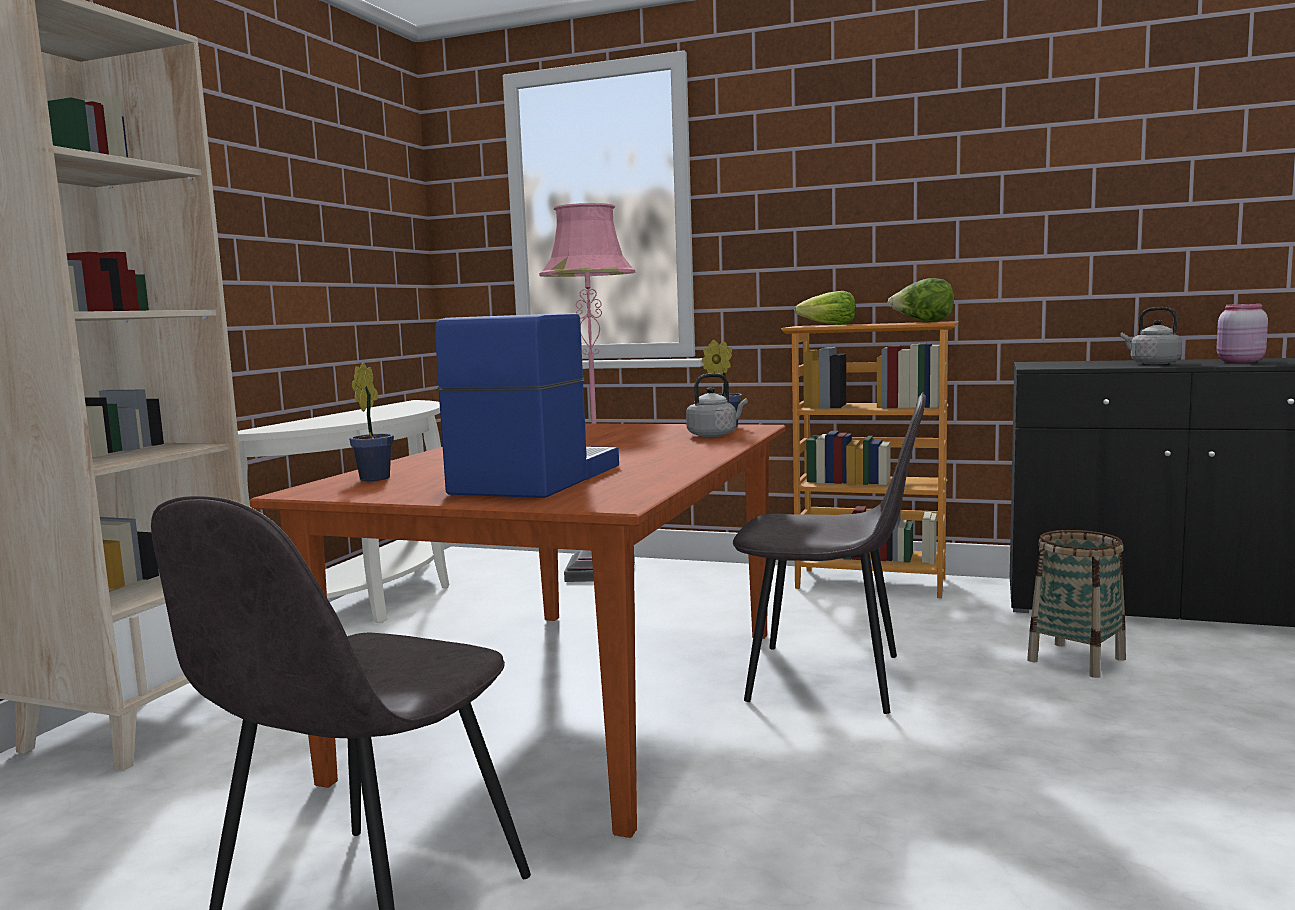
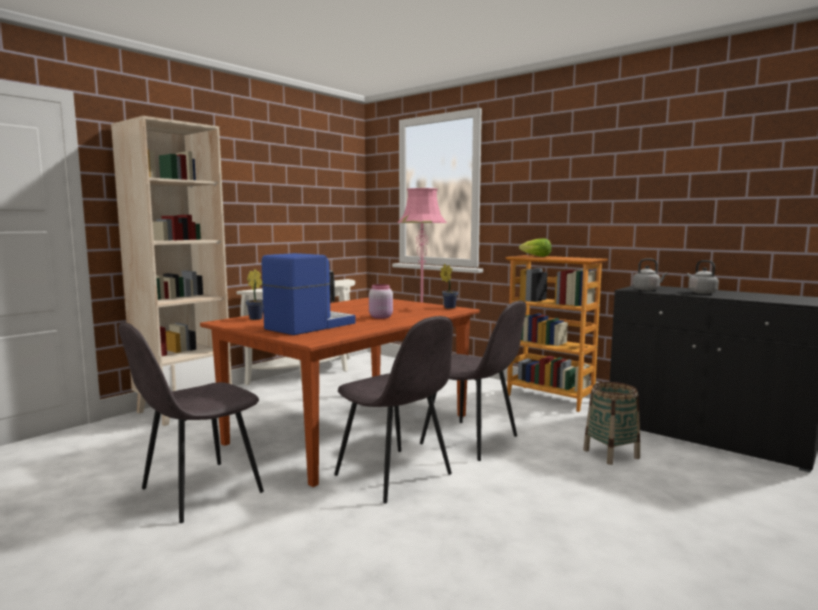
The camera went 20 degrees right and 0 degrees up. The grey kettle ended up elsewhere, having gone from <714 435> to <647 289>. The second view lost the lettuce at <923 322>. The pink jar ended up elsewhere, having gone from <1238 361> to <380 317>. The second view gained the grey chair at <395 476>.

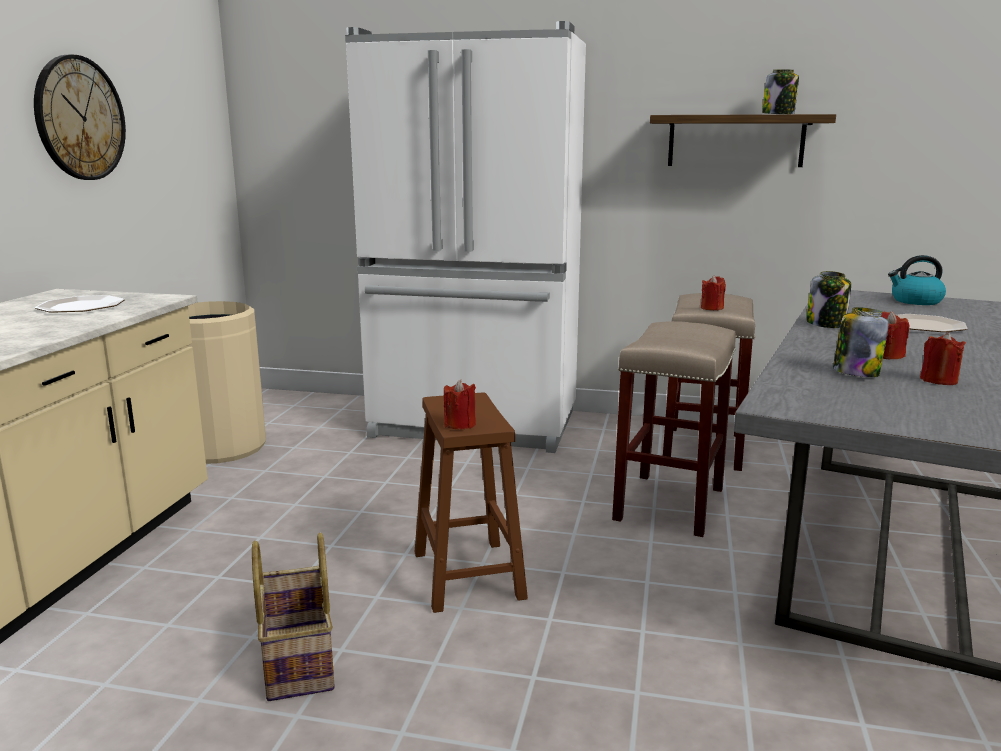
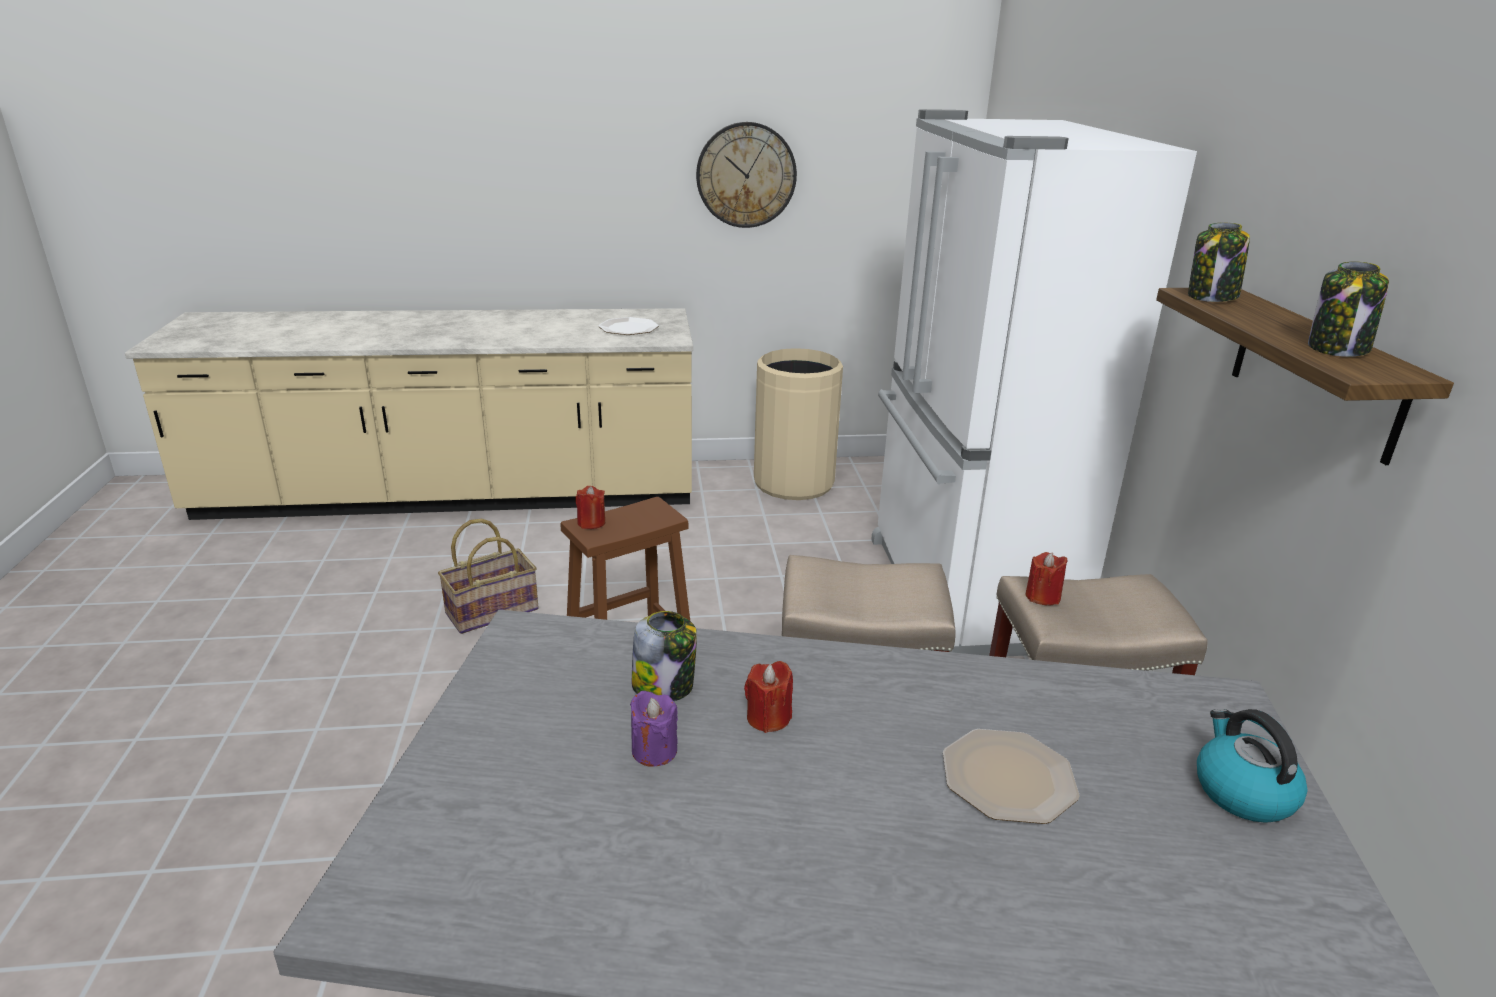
The camera went 70 degrees right and 10 degrees up. The jar ended up elsewhere, having gone from <826 324> to <1212 297>. What was the red candle at <938 380> turned into the purple candle at <654 750>.

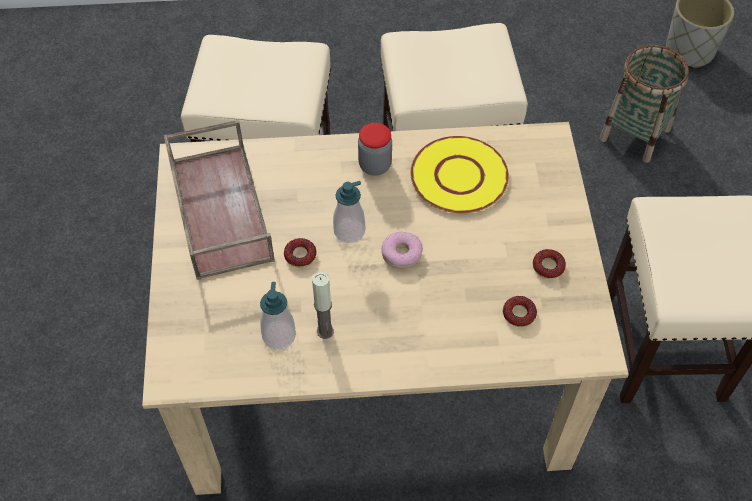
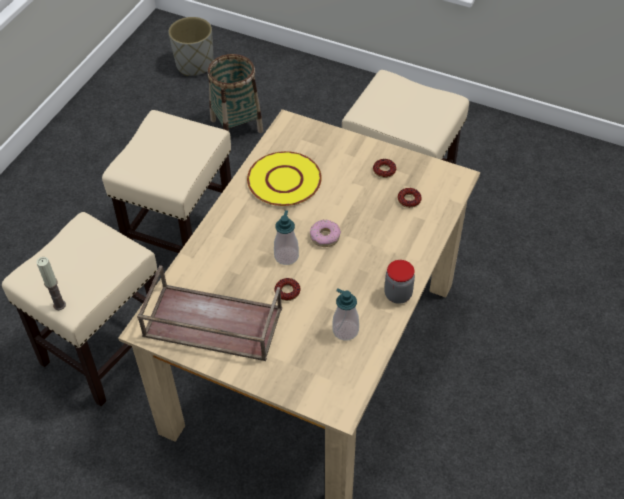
The camera went 60 degrees left and 5 degrees down. The candle ended up elsewhere, having gone from <325 331> to <59 305>. The jar ended up elsewhere, having gone from <375 165> to <398 294>.

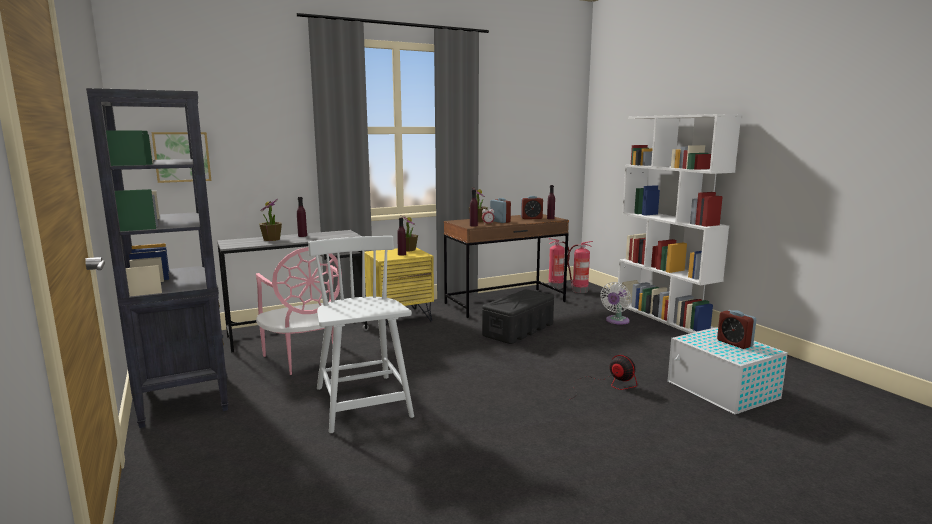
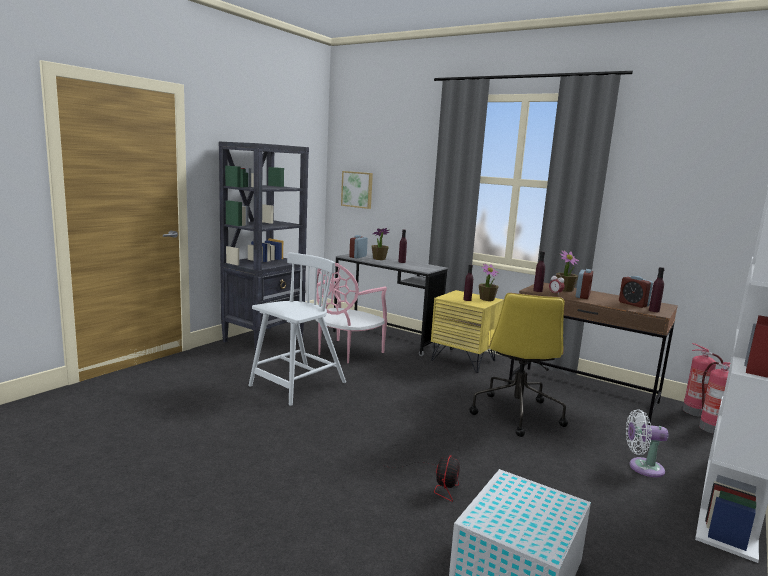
The camera went 60 degrees right and 0 degrees up. Where the black storage box stood at <518 330>, the yellow office chair came to stand at <516 413>. The alarm clock ended up elsewhere, having gone from <734 343> to <358 257>.

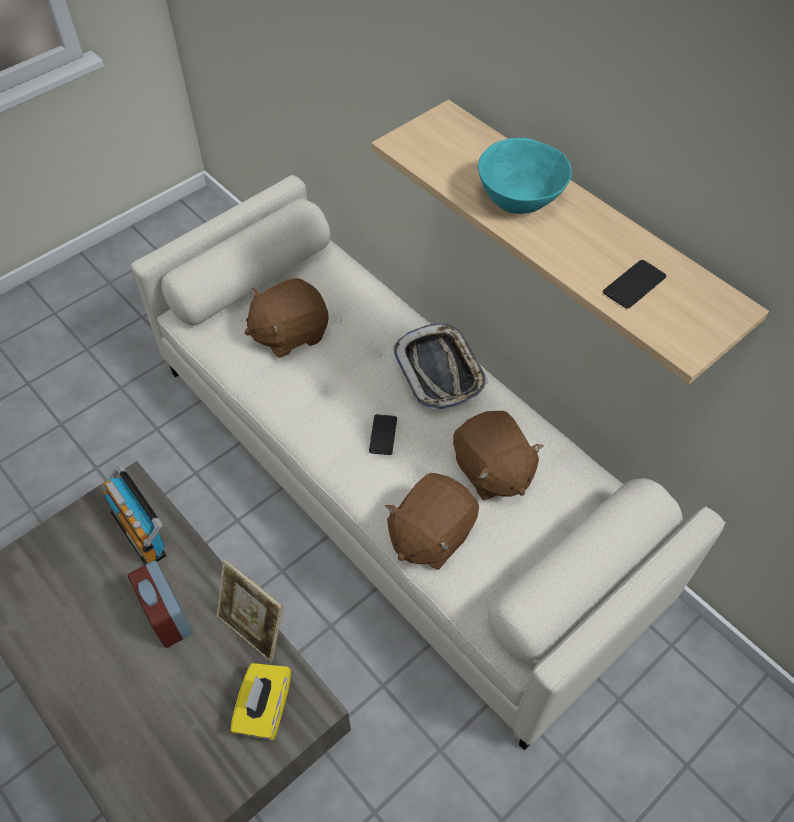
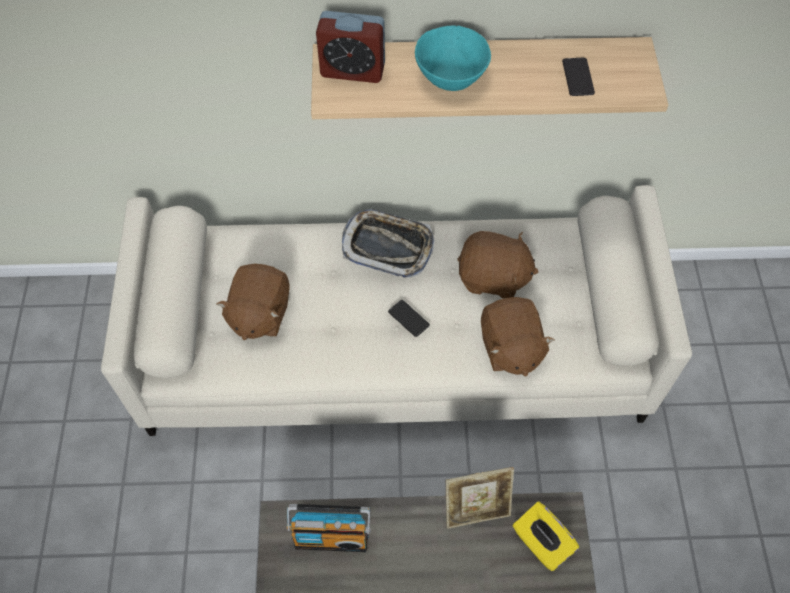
The camera went 50 degrees left and 5 degrees up. The alarm clock ended up elsewhere, having gone from <167 616> to <352 70>.

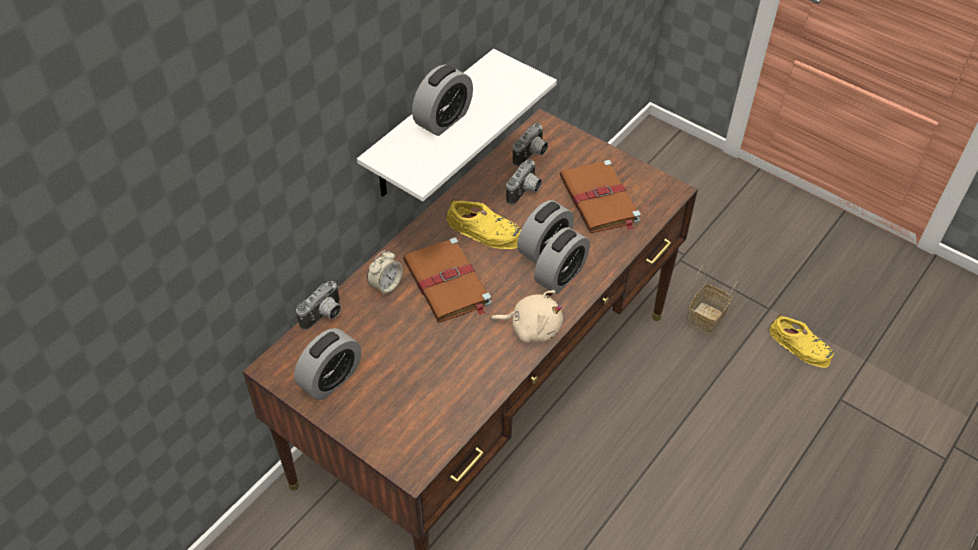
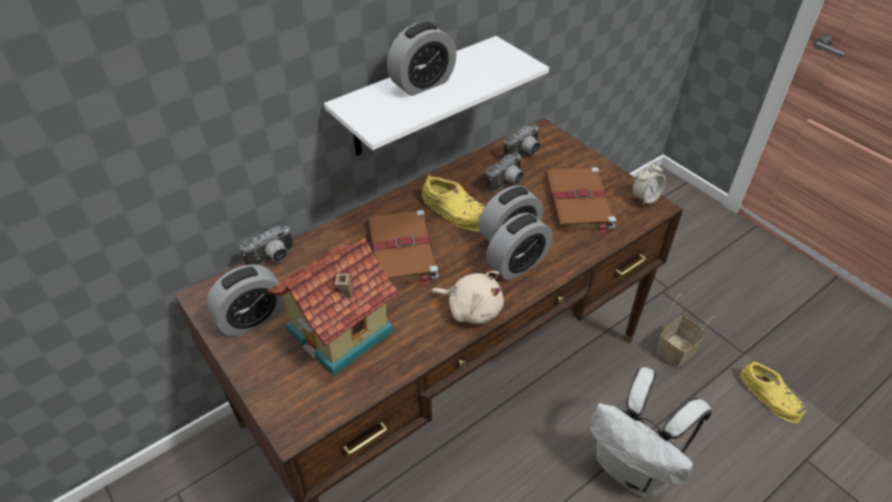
The camera went 15 degrees right and 5 degrees down. The alarm clock ended up elsewhere, having gone from <386 285> to <645 198>. The second view gained the toy house at <342 332>. The second view gained the white backpack at <633 469>.

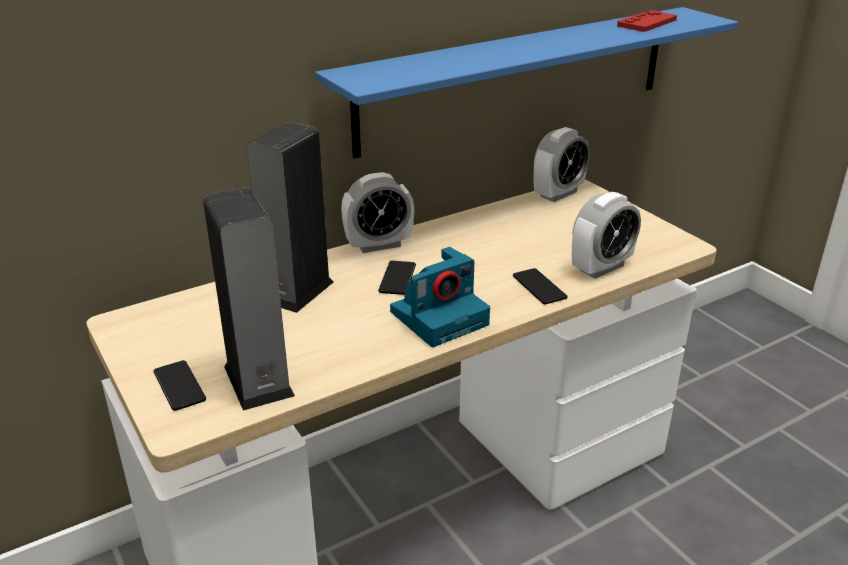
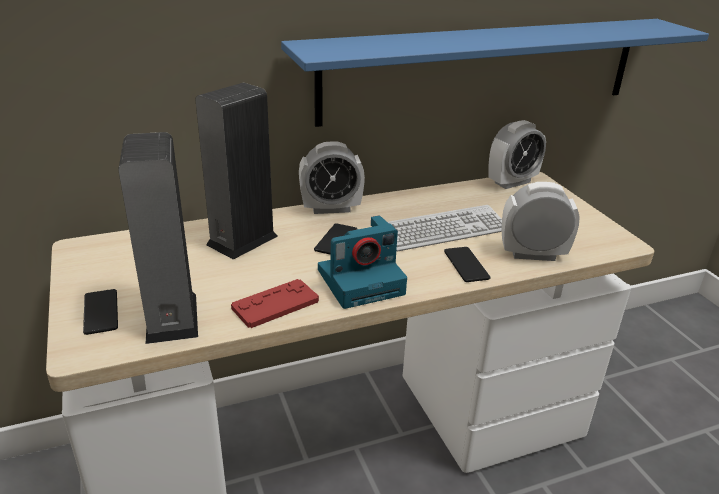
The camera went 10 degrees right and 0 degrees up. The alarm clock at <601 268> ended up facing another way, 150 degrees counterclockwise from before. The red game controller ended up elsewhere, having gone from <647 23> to <275 304>. The second view gained the keyboard at <444 230>.

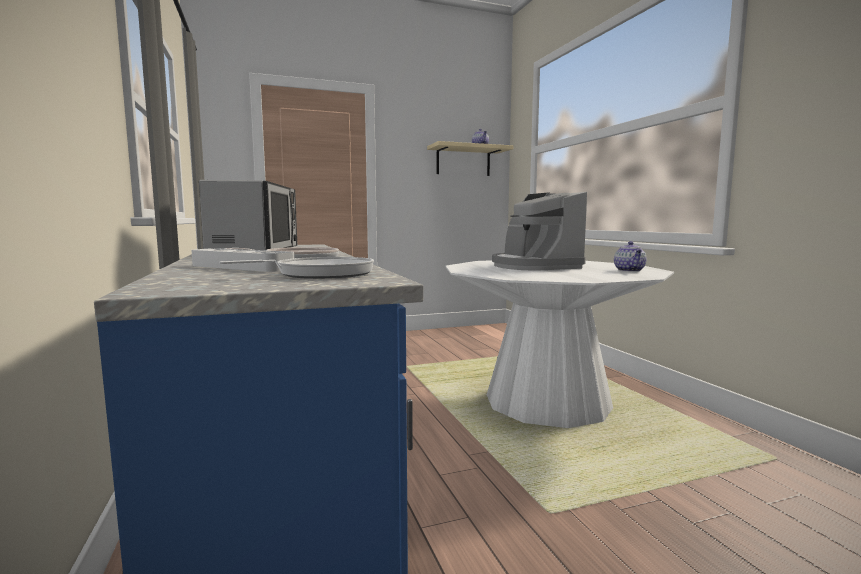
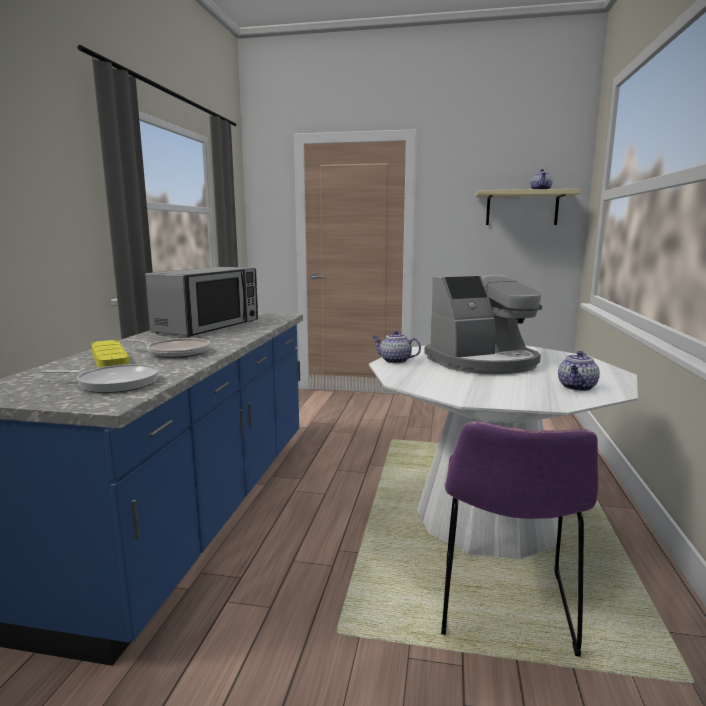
The camera went 30 degrees right and 5 degrees up. What was the grey tray at <241 267> turned into the yellow tray at <110 361>. The coffee machine at <533 266> ended up facing another way, 120 degrees counterclockwise from before. The second view gained the teapot at <394 361>. The second view gained the purple chair at <505 608>.

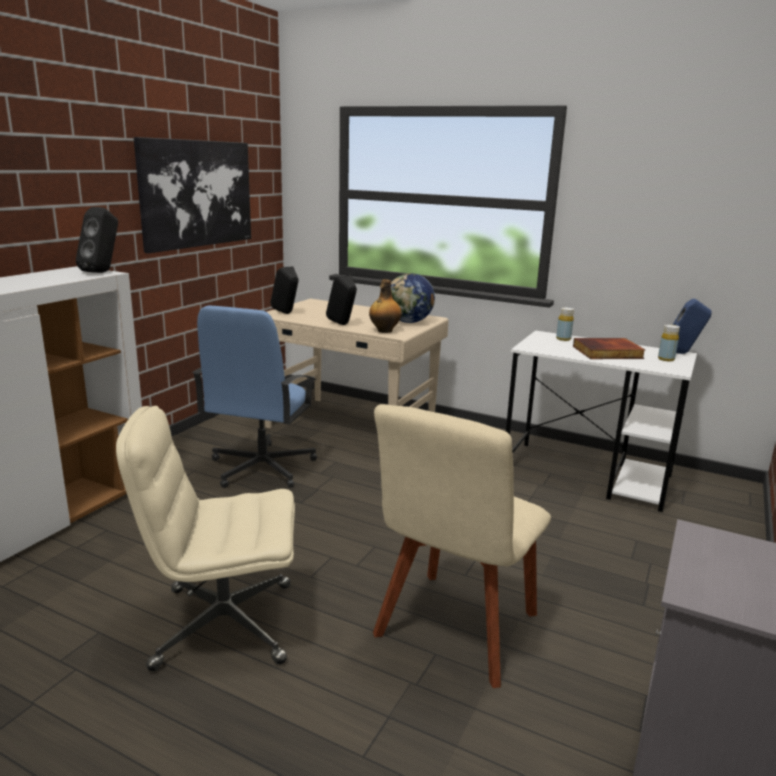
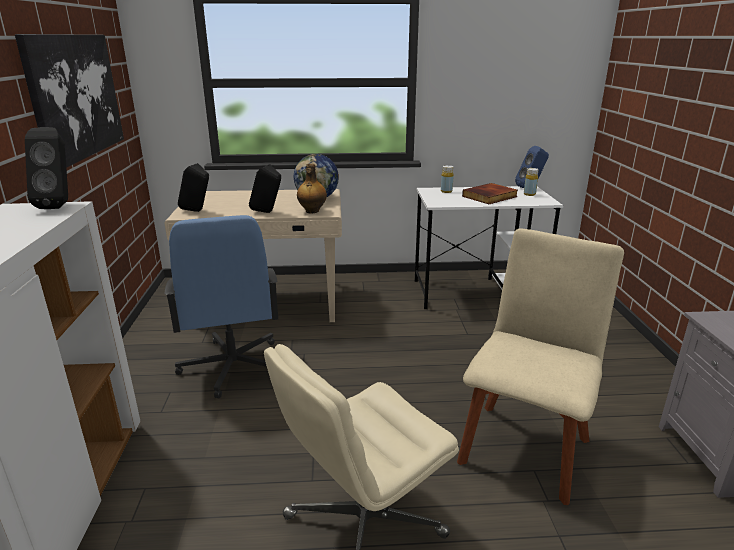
The camera went 30 degrees left and 5 degrees up. The beige chair at <454 630> ended up facing another way, 150 degrees counterclockwise from before.

